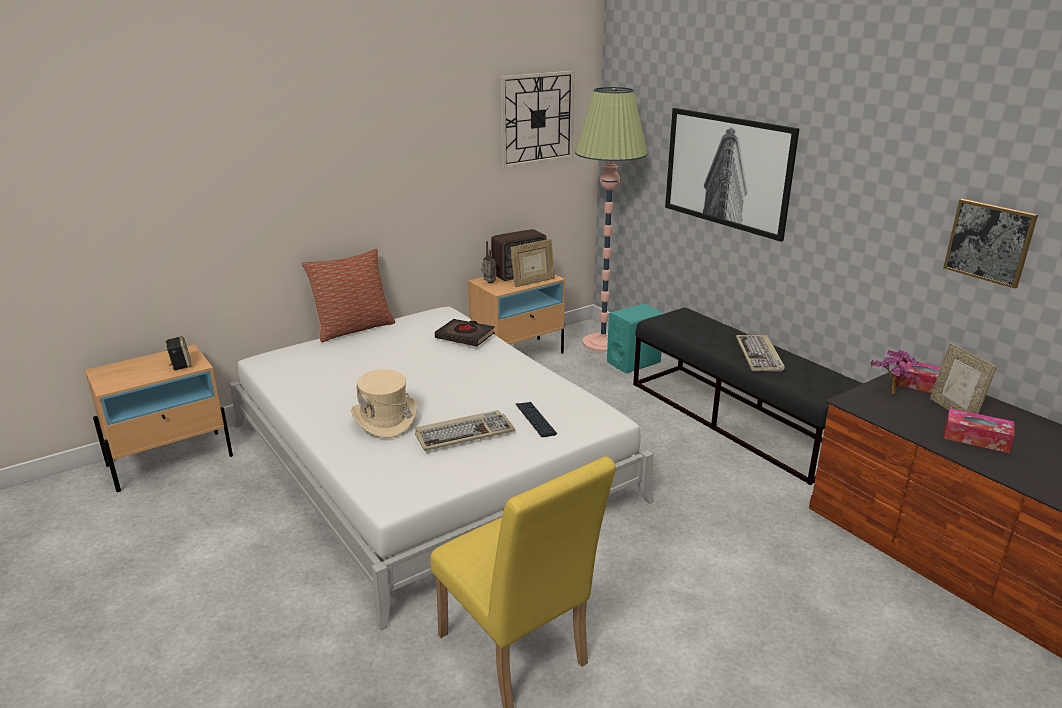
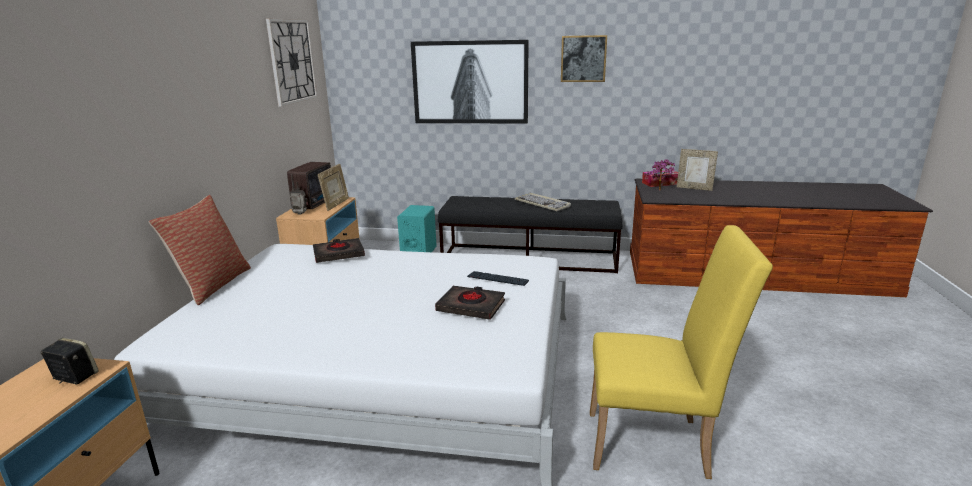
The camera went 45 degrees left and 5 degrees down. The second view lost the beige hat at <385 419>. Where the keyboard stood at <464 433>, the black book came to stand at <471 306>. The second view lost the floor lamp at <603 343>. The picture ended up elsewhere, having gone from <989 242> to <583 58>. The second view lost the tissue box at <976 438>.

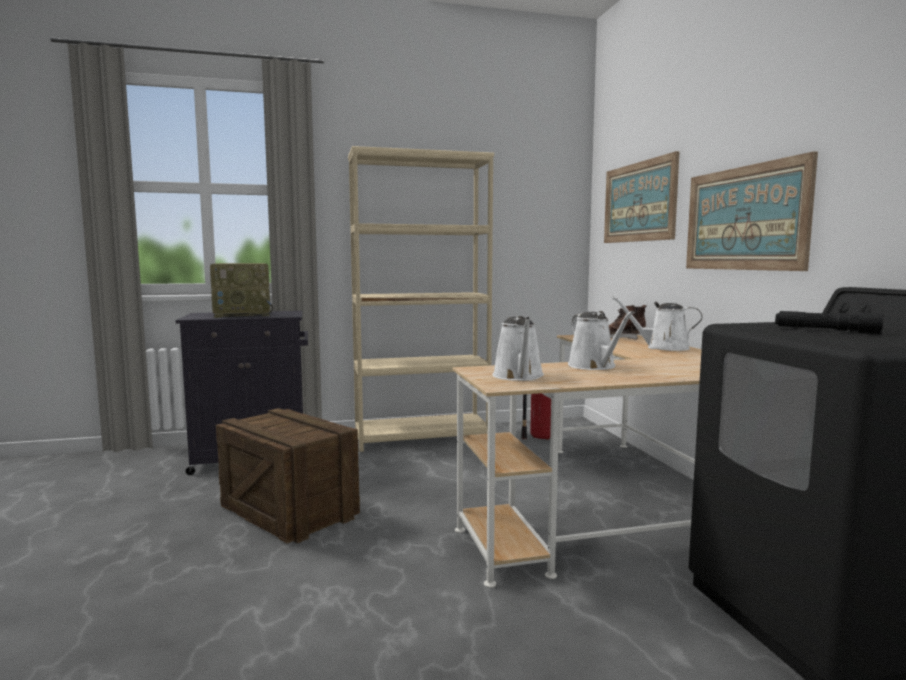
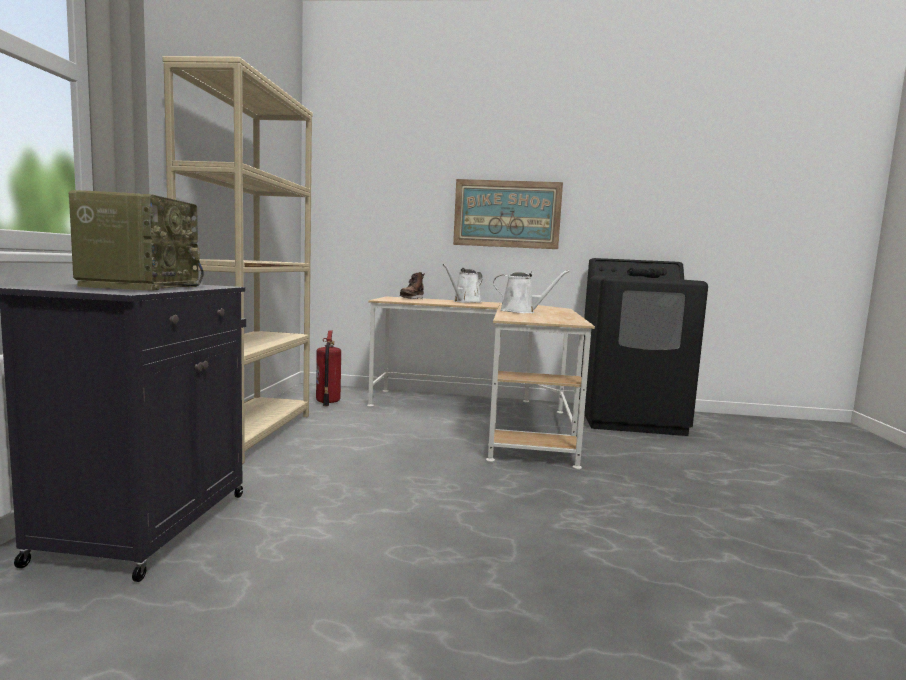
The camera went 70 degrees left and 0 degrees up. The second view lost the crate at <290 511>. The second view lost the white watering can at <519 376>. The second view lost the picture at <639 202>.

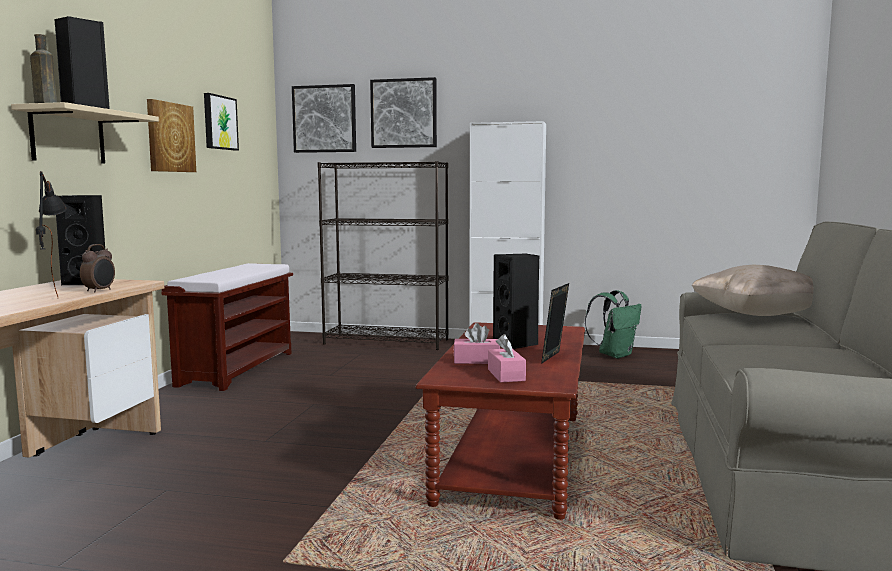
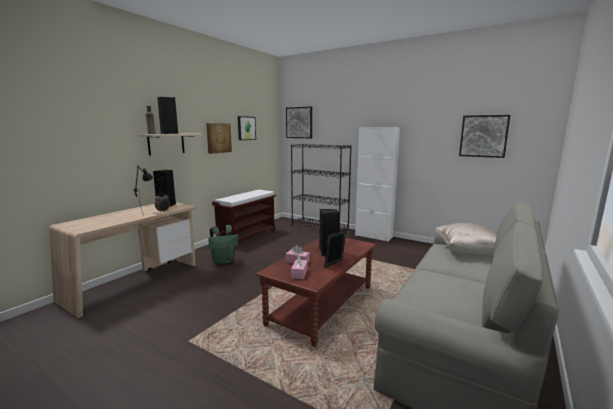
The camera went 20 degrees right and 5 degrees up. The picture ended up elsewhere, having gone from <404 113> to <483 136>. The green backpack ended up elsewhere, having gone from <614 355> to <224 261>.

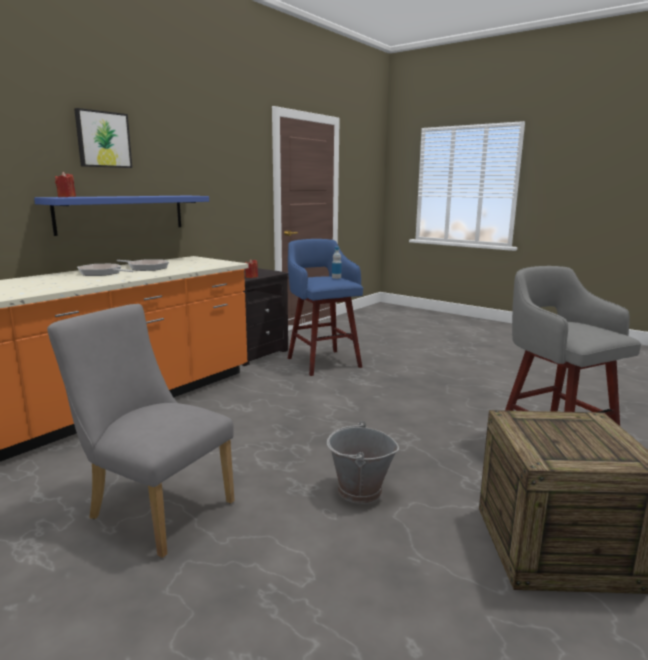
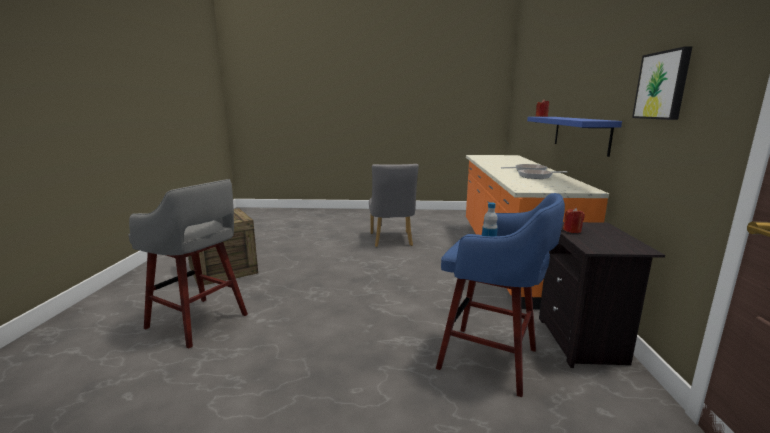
The camera went 145 degrees right and 0 degrees up. The grey chair at <154 508> ended up facing another way, 90 degrees clockwise from before. The picture ended up elsewhere, having gone from <103 139> to <662 85>. The second view lost the grey bucket at <359 491>.

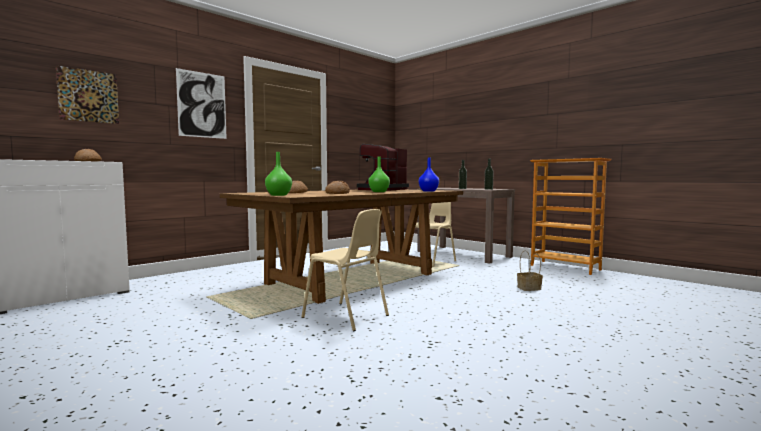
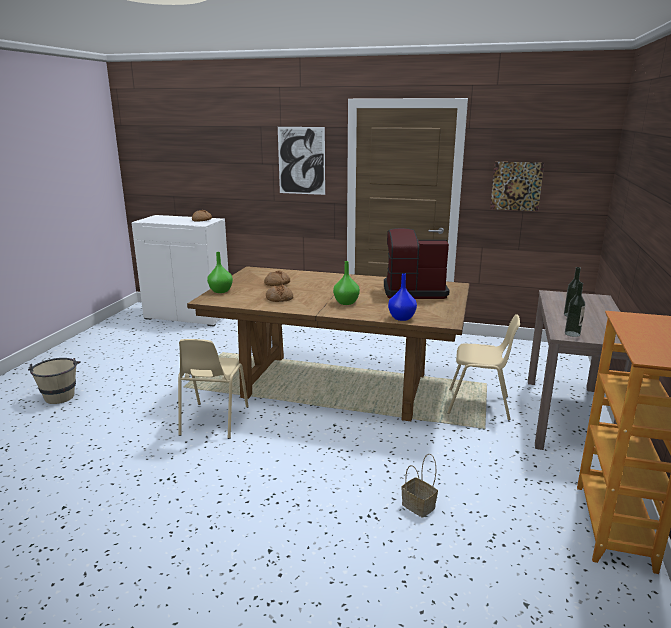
The camera went 60 degrees right and 15 degrees up. The picture ended up elsewhere, having gone from <88 96> to <516 186>. The second view gained the beige bucket at <59 394>.

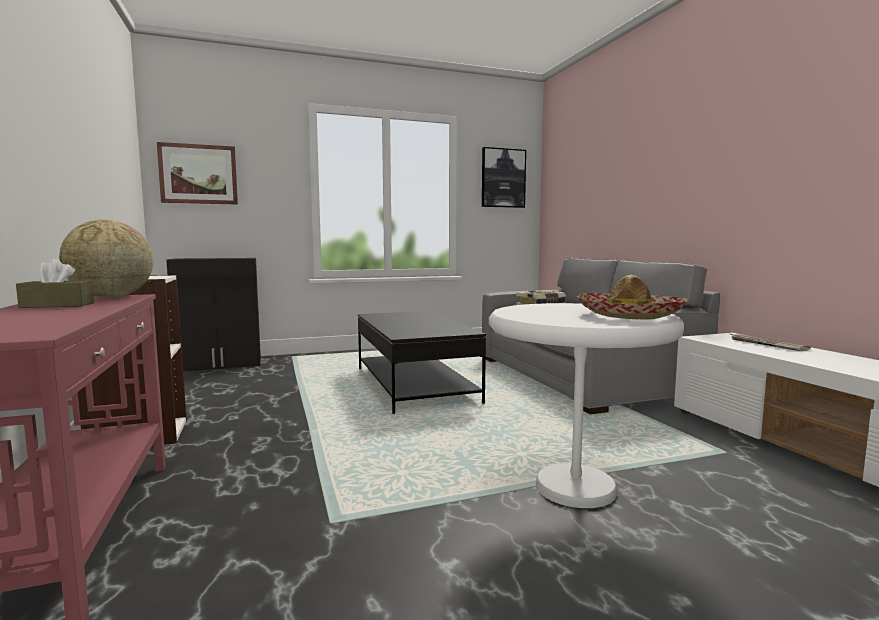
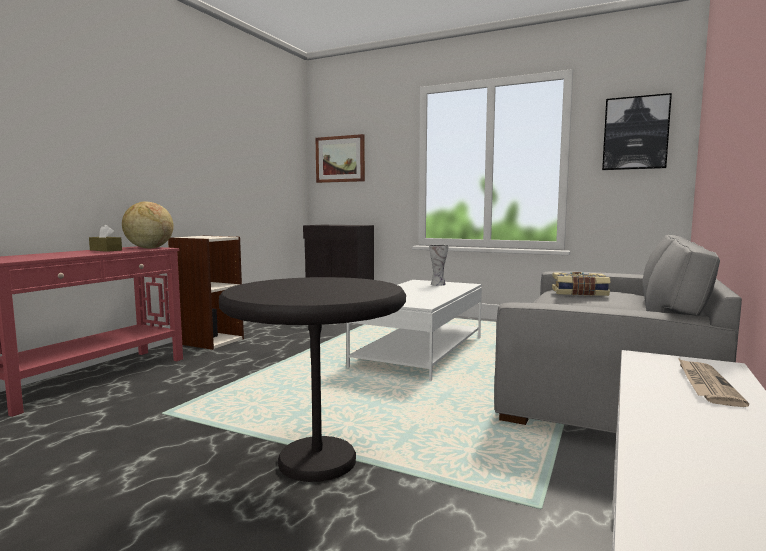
The camera went 45 degrees right and 0 degrees up. What was the black coffee table at <414 385> turned into the white coffee table at <420 352>. What was the white side table at <575 488> turned into the black side table at <317 461>. The second view lost the hat at <629 315>. The second view gained the vase at <438 284>.

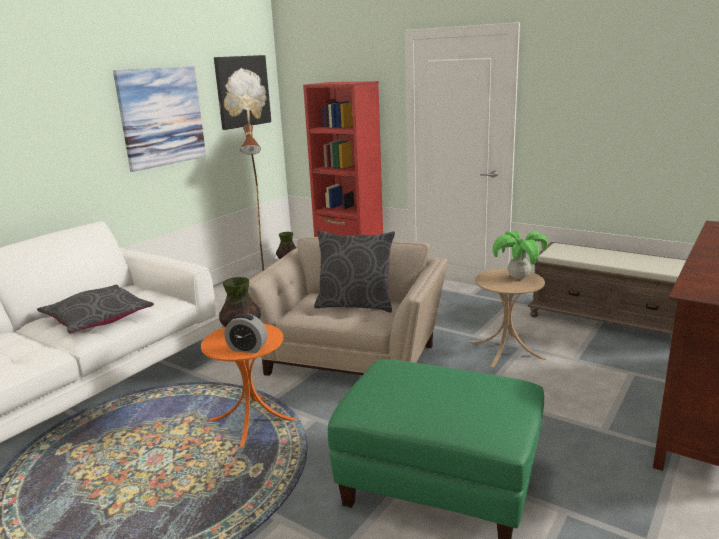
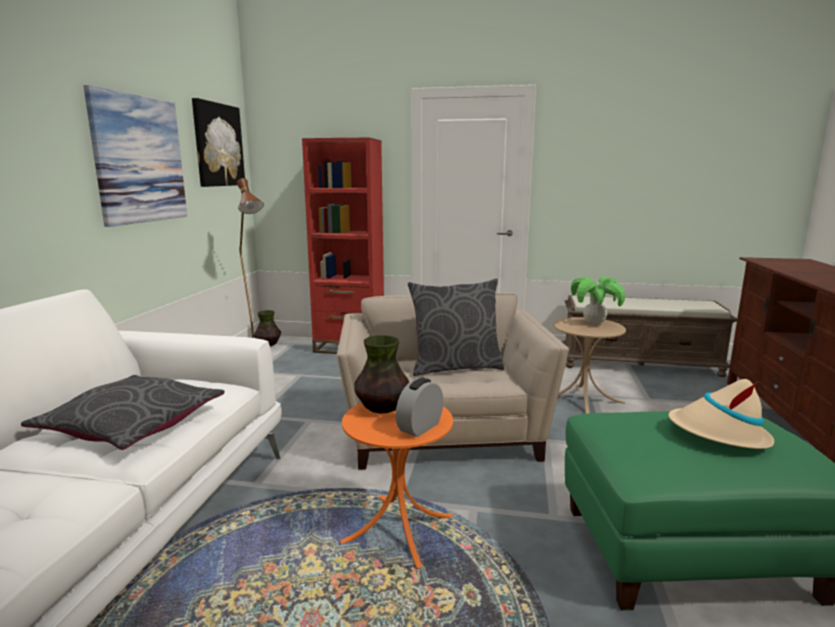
The camera went 25 degrees left and 5 degrees down. The alarm clock at <247 349> ended up facing another way, 135 degrees clockwise from before. The second view gained the beige hat at <718 434>.

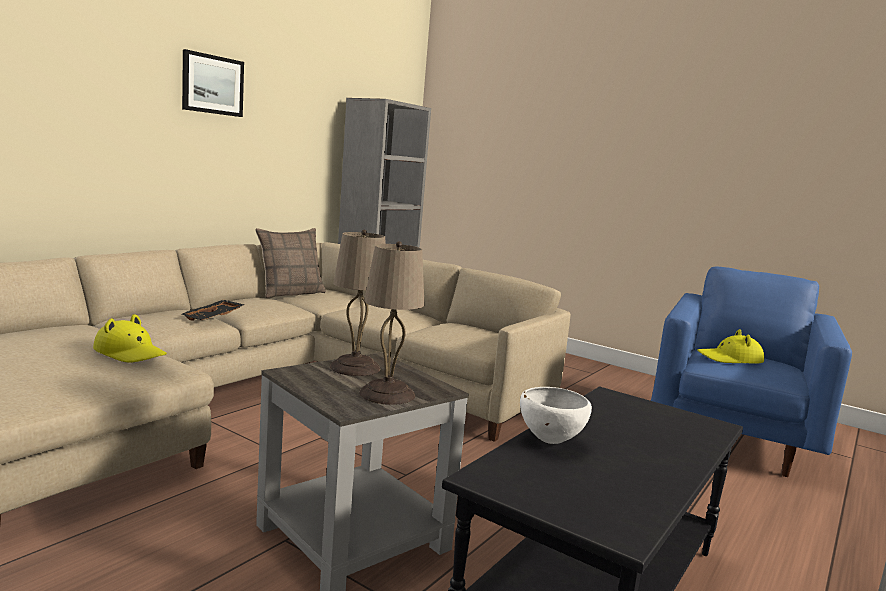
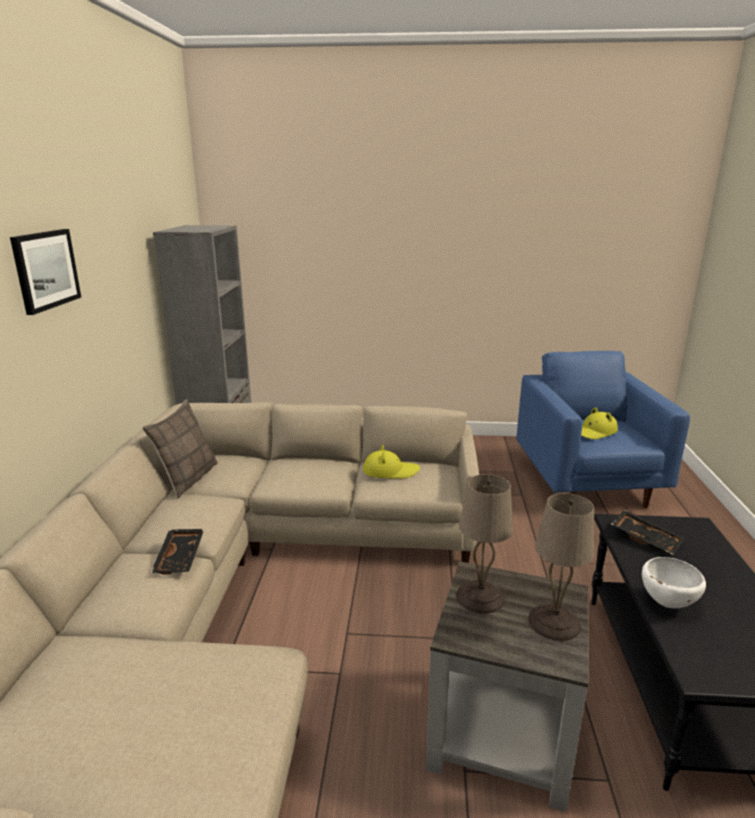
The camera went 30 degrees left and 10 degrees up. The yellow hat ended up elsewhere, having gone from <130 353> to <390 471>. The second view gained the black tray at <646 538>.

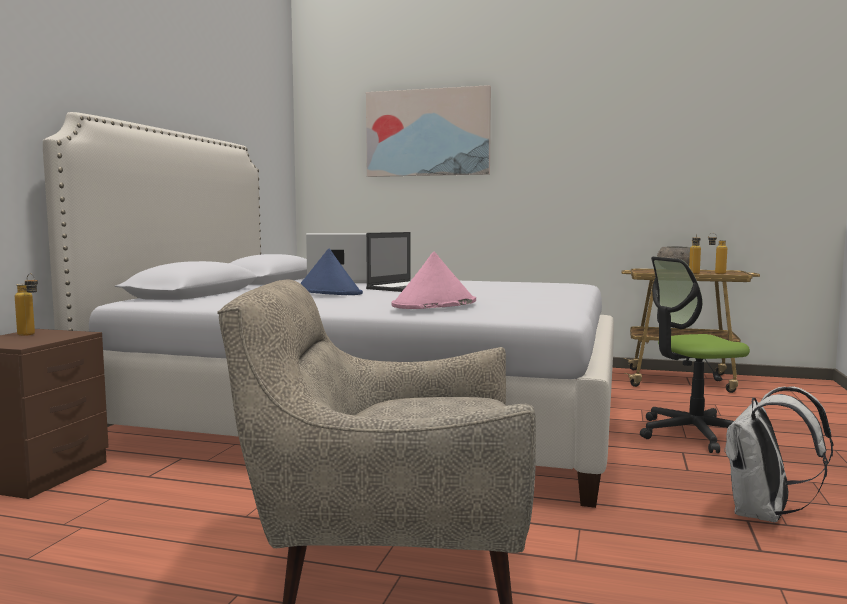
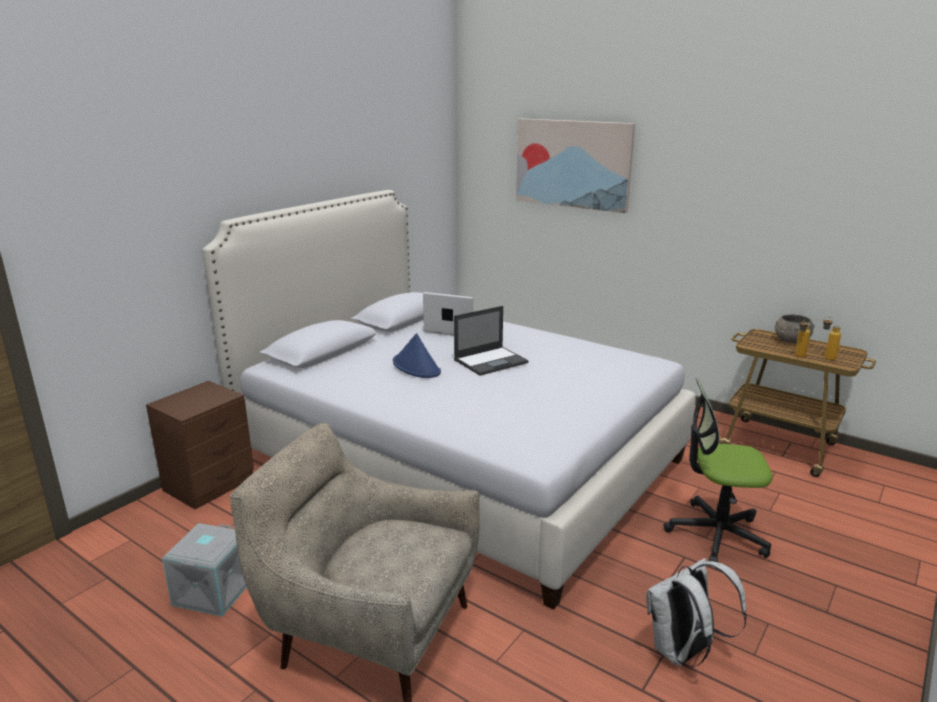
The camera went 20 degrees right and 15 degrees up. The second view lost the bottle at <30 335>. The second view lost the pink hat at <434 304>. The second view gained the grey storage box at <213 590>.

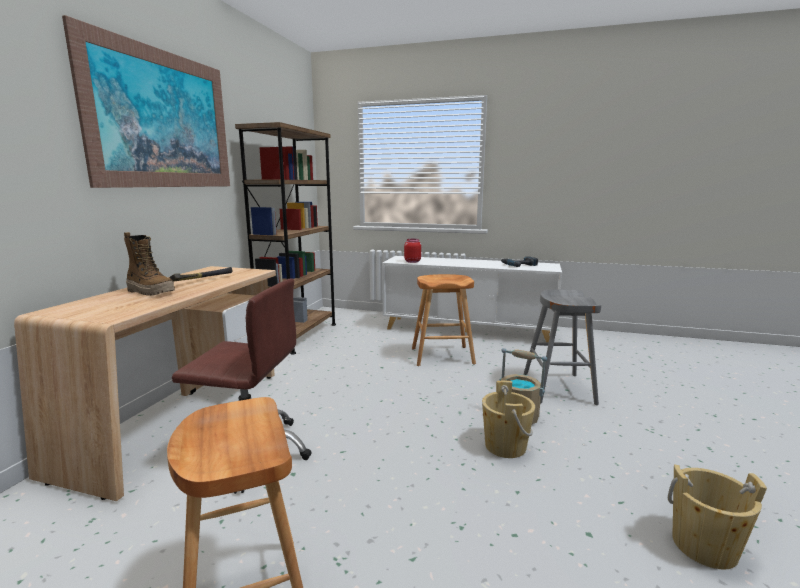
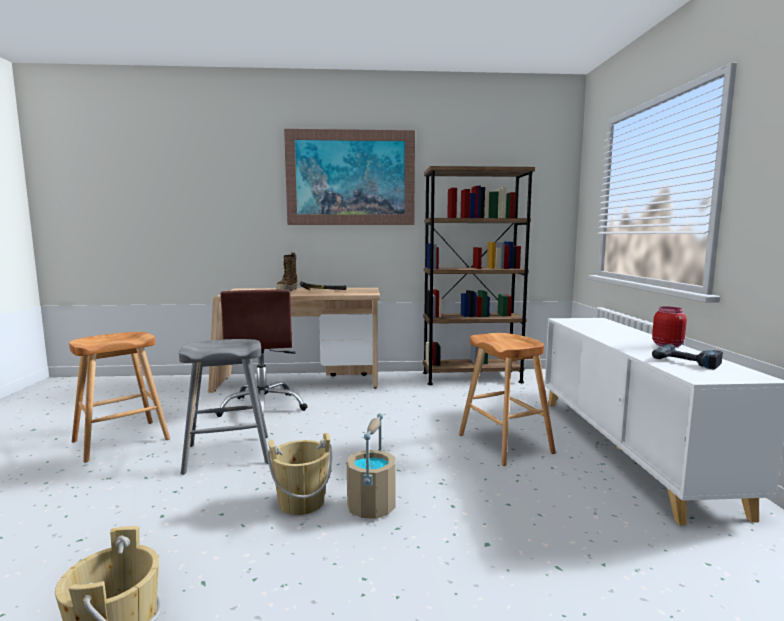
The camera went 70 degrees right and 5 degrees down. The red jar ended up elsewhere, having gone from <412 261> to <667 345>. The grey stool ended up elsewhere, having gone from <558 388> to <227 454>.

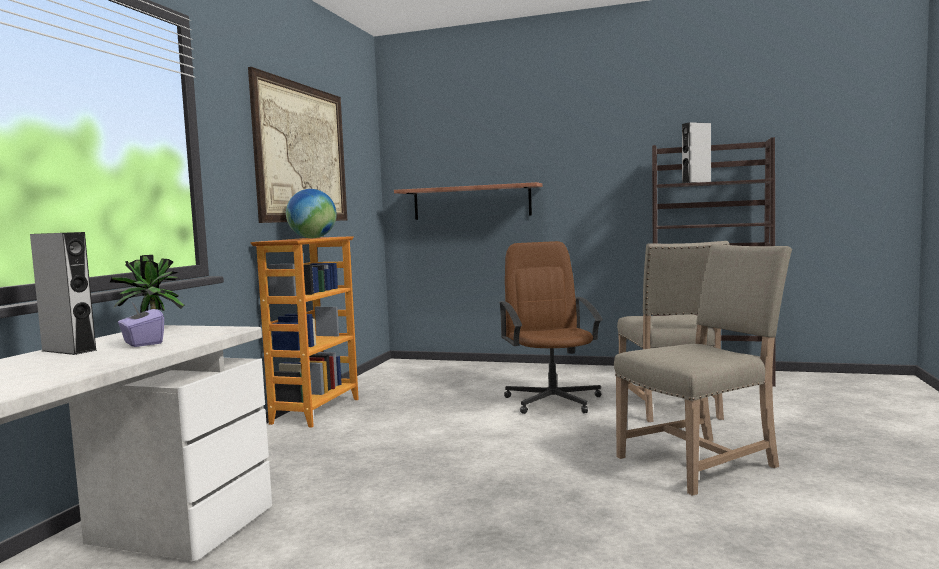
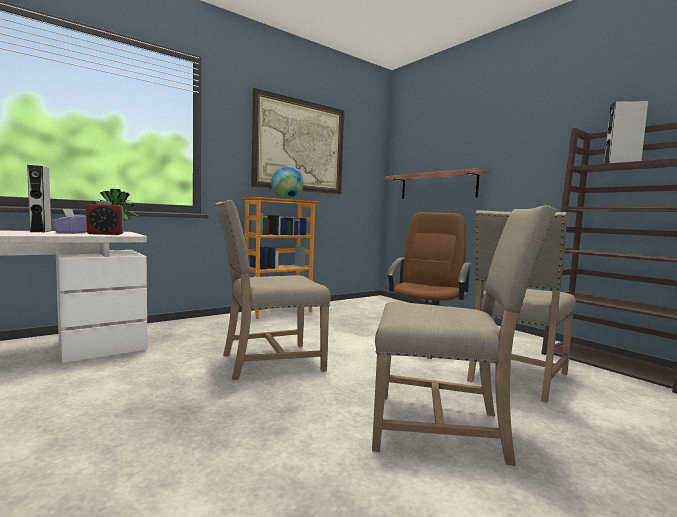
The camera went 35 degrees right and 0 degrees up. The second view gained the alarm clock at <105 234>. The second view gained the beige chair at <268 362>.

